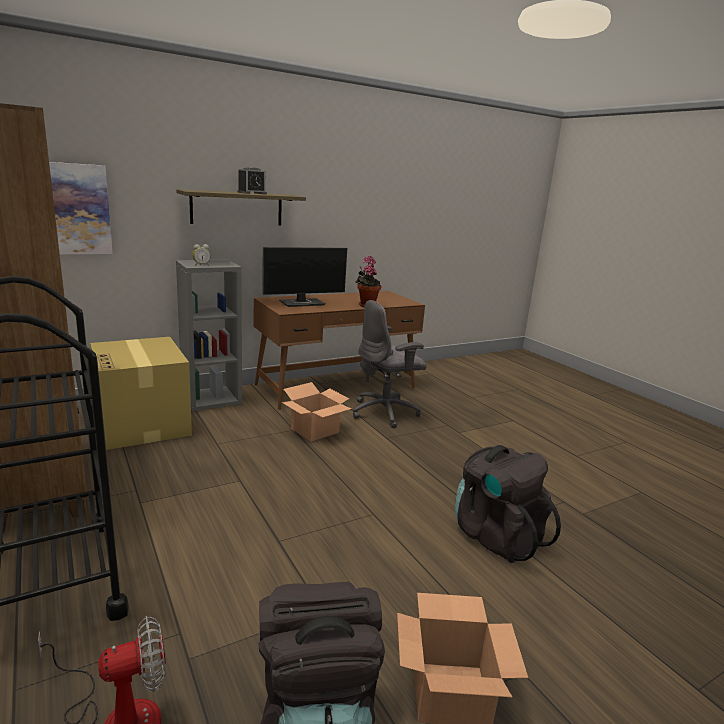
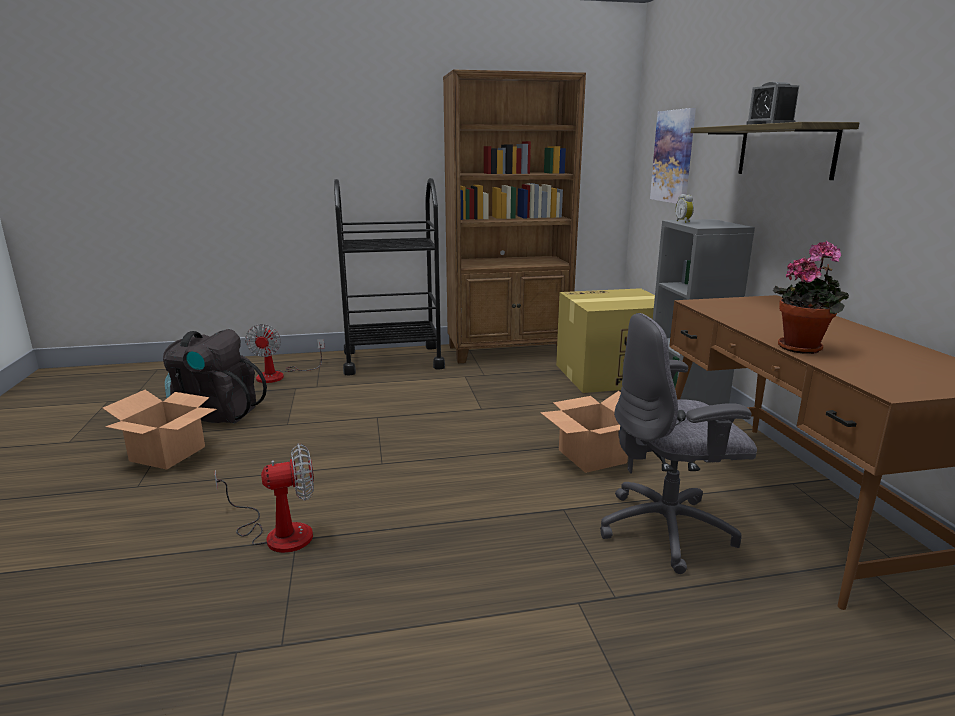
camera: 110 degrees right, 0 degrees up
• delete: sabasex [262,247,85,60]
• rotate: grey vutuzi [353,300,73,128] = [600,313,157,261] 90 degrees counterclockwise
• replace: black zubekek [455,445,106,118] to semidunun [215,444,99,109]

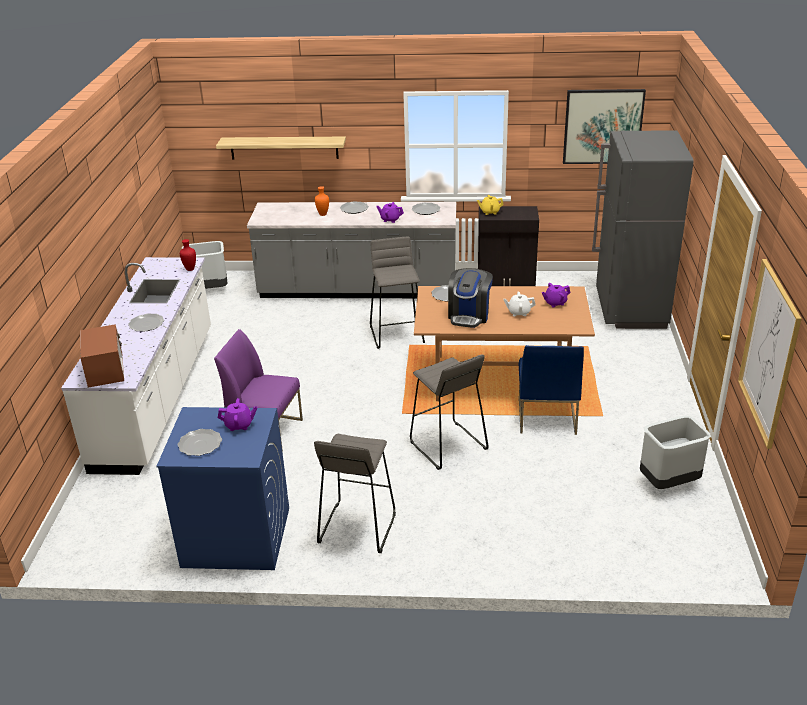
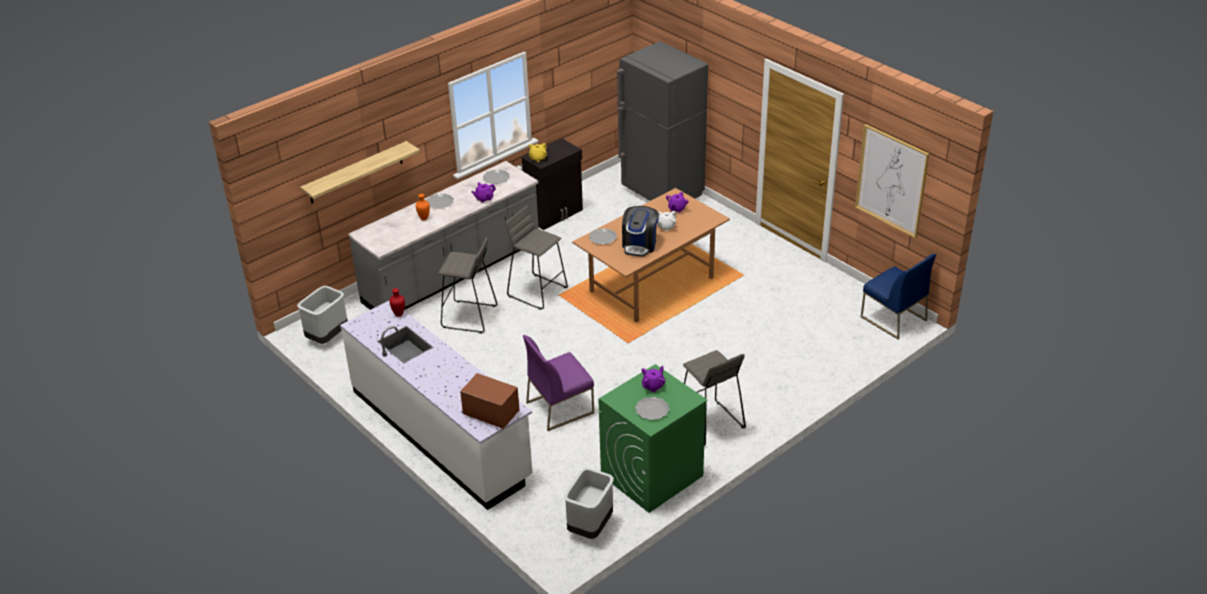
camera: 45 degrees left, 5 degrees up
• delete: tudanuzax [563,89,83,75]
• rotate: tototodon [448,268,45,60] = [622,206,37,51] 45 degrees clockwise
• delete: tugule [128,313,36,19]
• move: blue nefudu [519,345,65,90] to [861,254,75,86]
• move: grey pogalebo [410,354,79,116] to [438,237,59,97]
• recolor: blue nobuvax [156,407,133,163] to green nobuvax [598,364,110,149]
• move: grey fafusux [640,416,71,73] to [564,468,50,71]

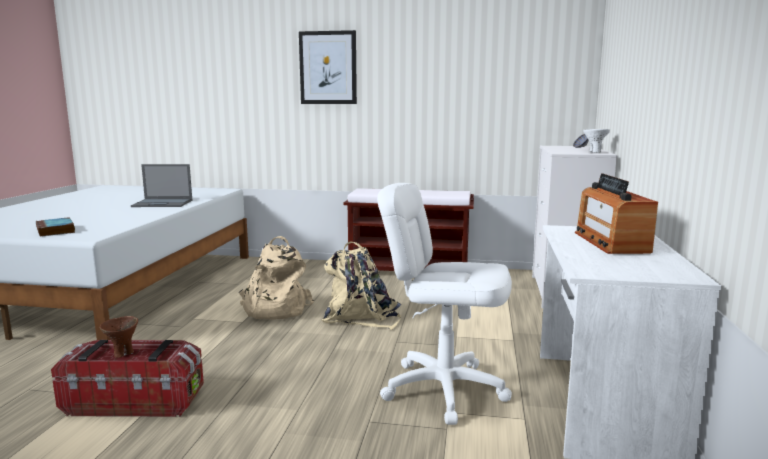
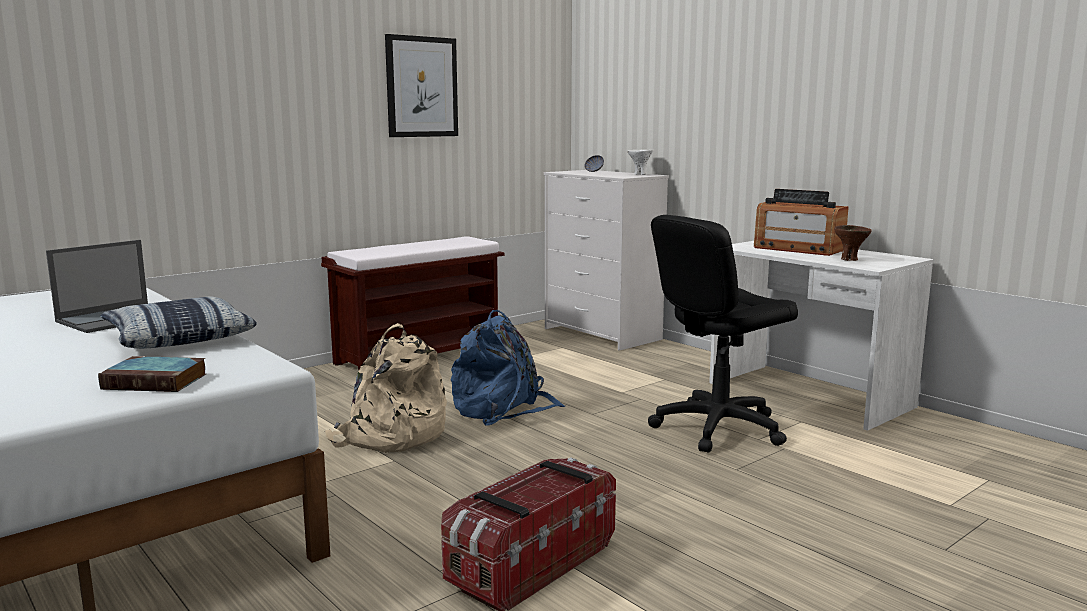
camera: 50 degrees left, 0 degrees up
• move: tudanuzax [299,30,58,74] to [385,34,73,103]
• recolor: white vutuzi [377,183,135,242] to black vutuzi [648,215,150,238]
• recolor: beige zubekek [322,241,79,89] to blue zubekek [451,310,114,116]
• move: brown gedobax [100,316,38,42] to [834,225,38,36]
• insert: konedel [100,297,157,52]

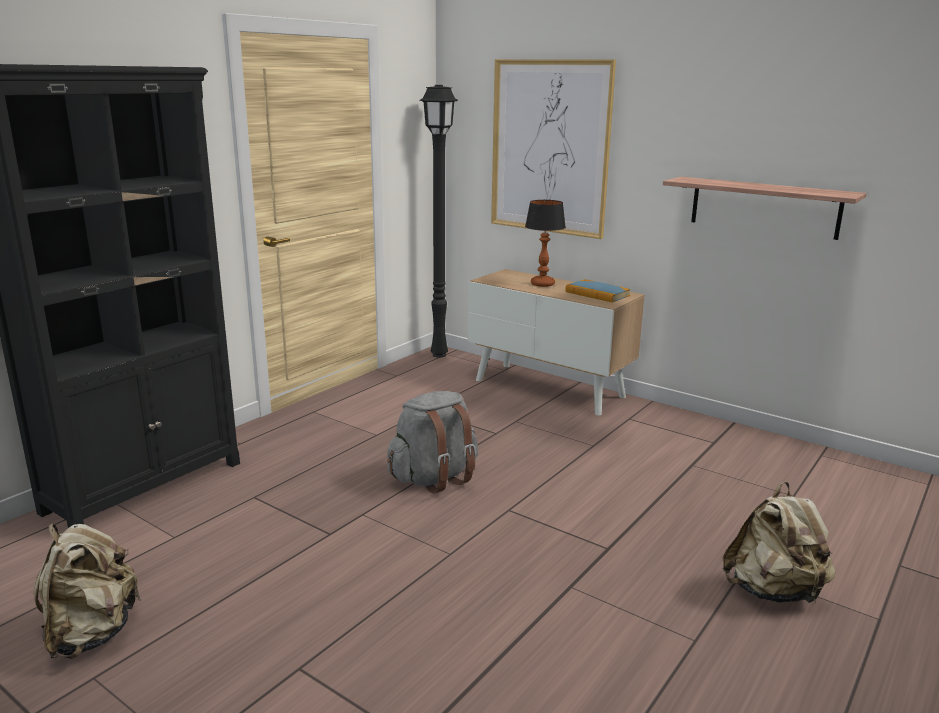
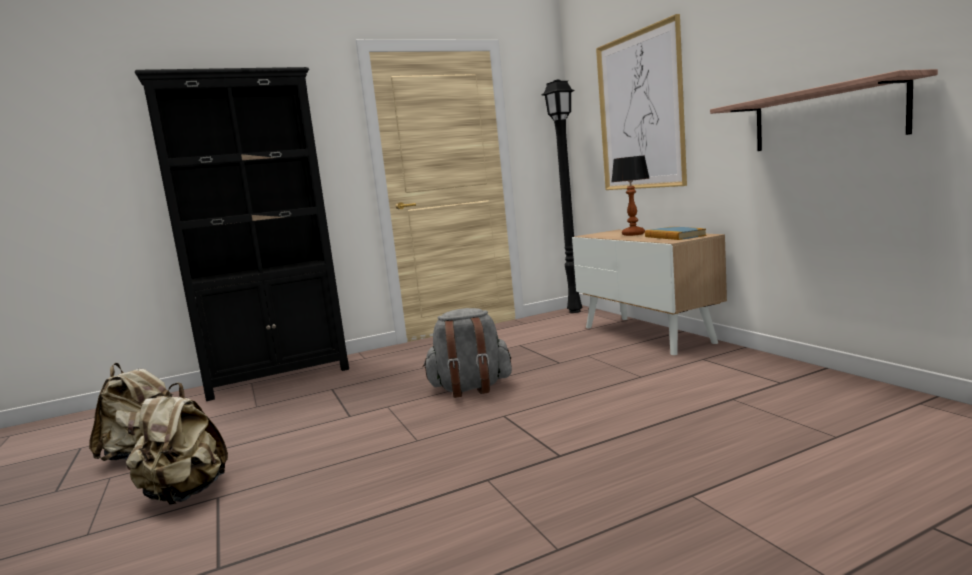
camera: 30 degrees right, 10 degrees down
• move: beige zubekek [723,482,112,121] to [126,382,102,123]

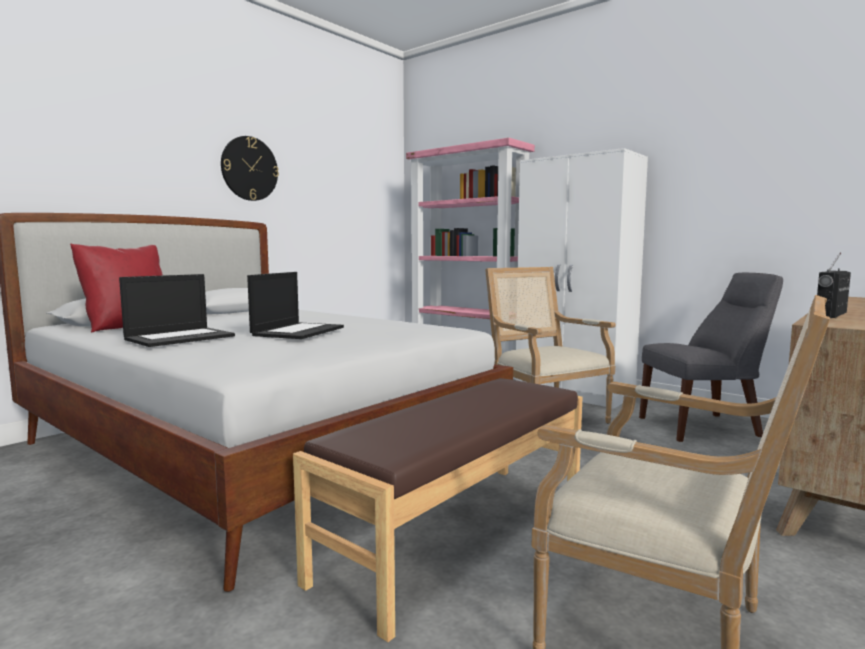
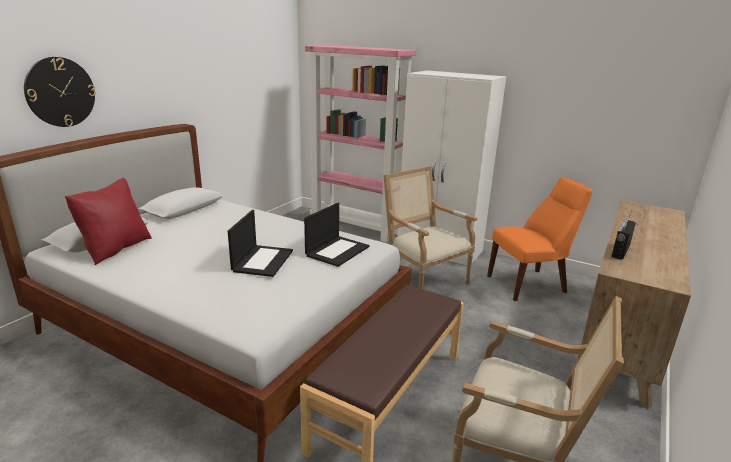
camera: 10 degrees left, 15 degrees up
• move: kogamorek [221,136,58,65] to [24,57,72,70]
• recolor: grey nefudu [639,273,144,169] to orange nefudu [487,177,106,124]
• move: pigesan [119,274,116,73] to [304,203,65,64]

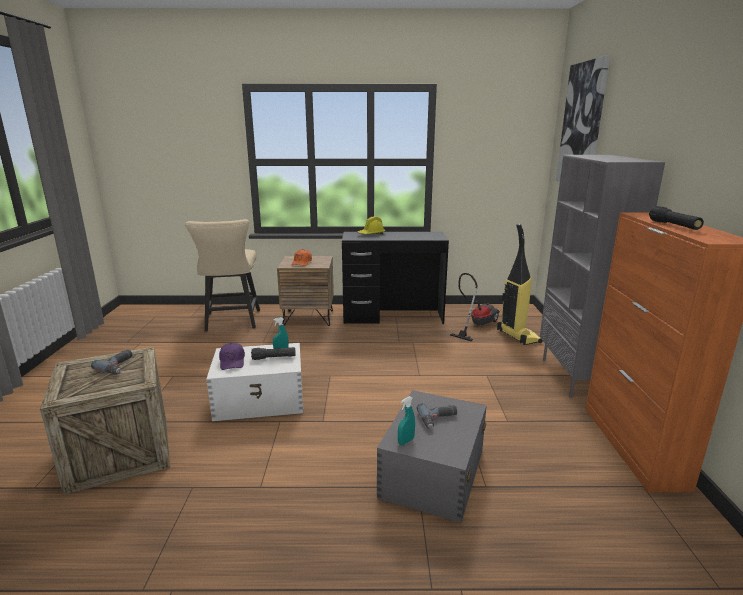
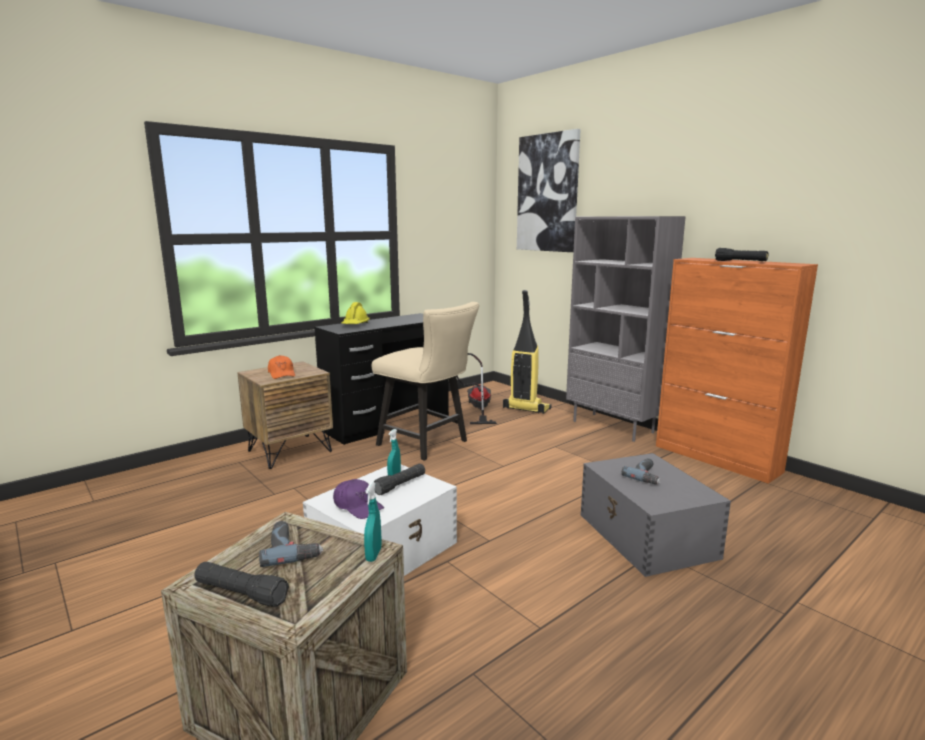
camera: 40 degrees left, 5 degrees down
• move: beige nefudu [185,219,75,113] to [372,302,107,159]
• move: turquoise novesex [398,396,17,49] to [364,482,18,80]
• insert: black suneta [194,562,95,45]

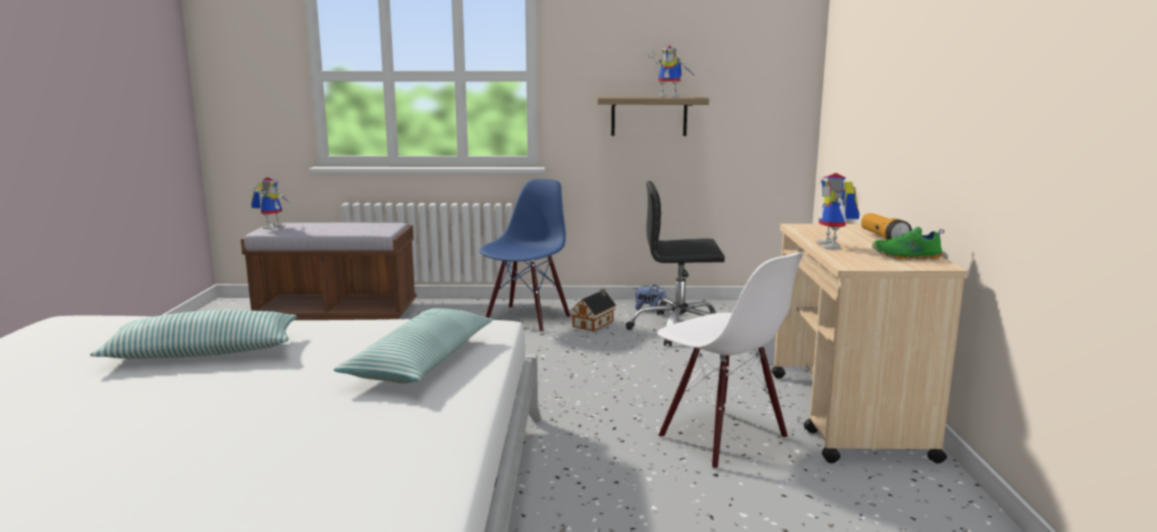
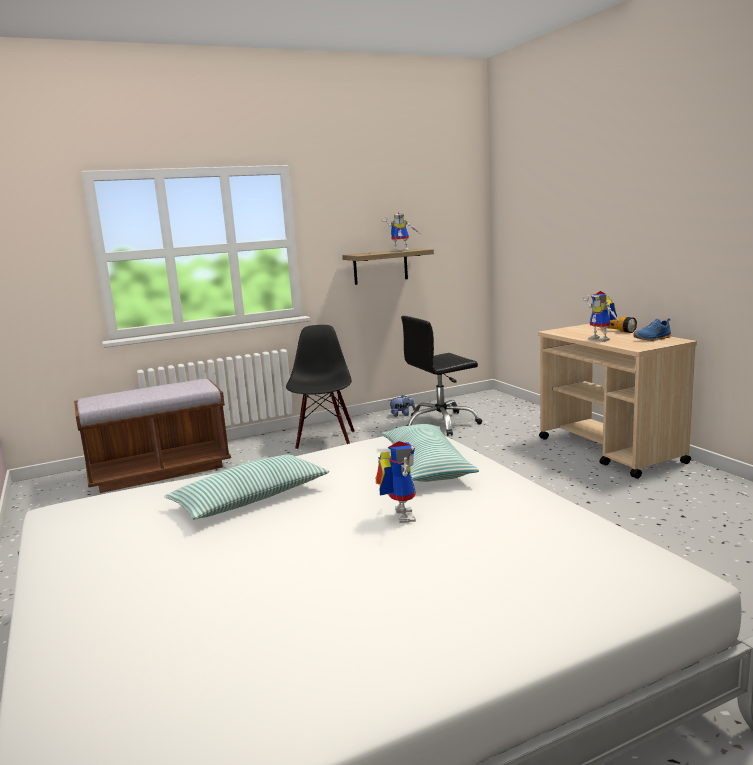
camera: 25 degrees left, 0 degrees up
• move: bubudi [251,177,38,53] to [376,441,40,82]
• recolor: blue nefudu [479,179,91,153] to black nefudu [286,325,69,125]
• recolor: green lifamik [872,227,72,33] to blue lifamik [633,318,38,23]
• delete: white nefudu [657,252,146,217]
• delete: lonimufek [570,288,46,43]

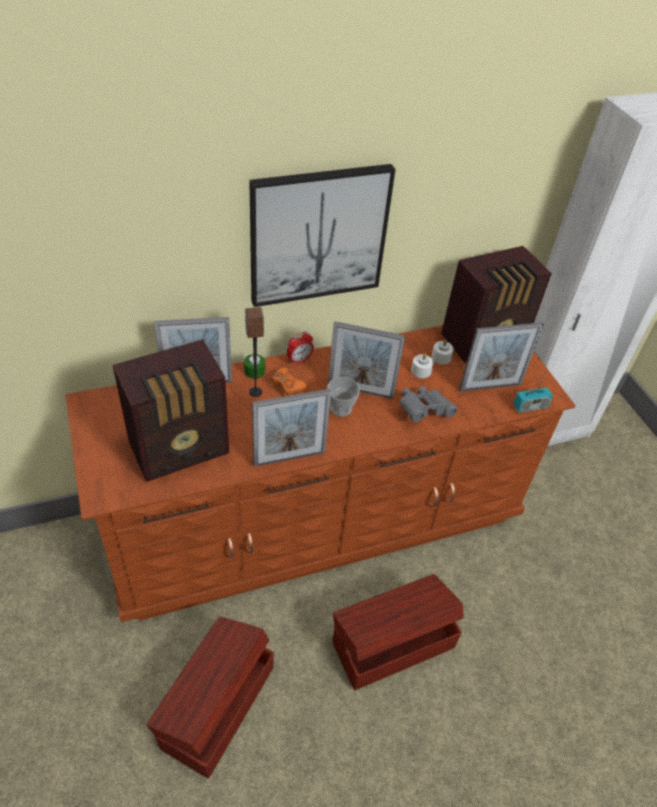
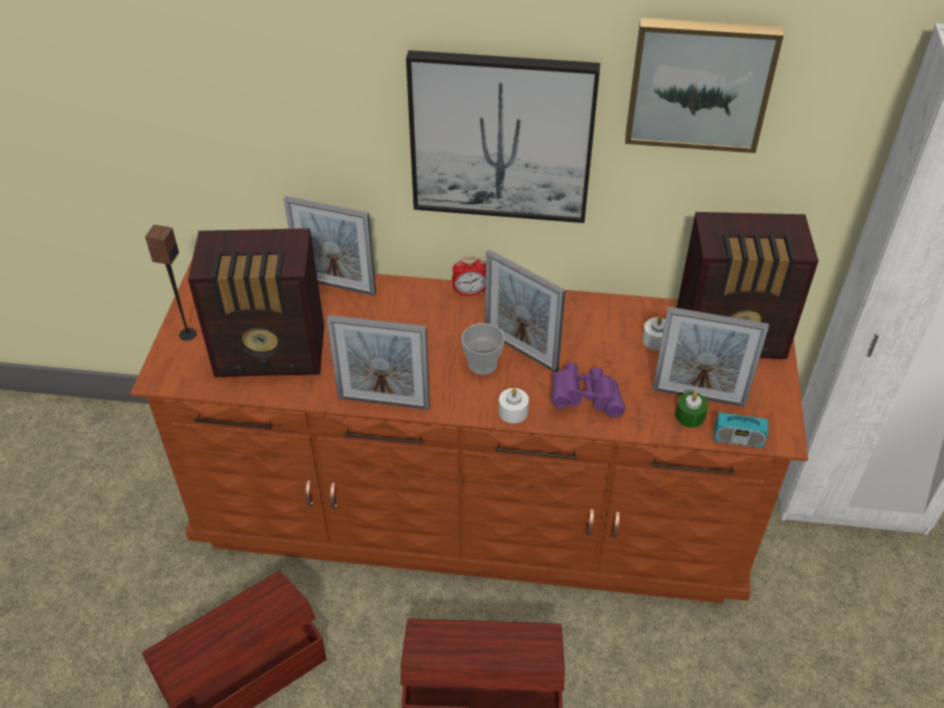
camera: 30 degrees right, 0 degrees up
• move: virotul [245,307,19,90] to [145,225,52,116]
• move: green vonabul [244,353,21,26] to [675,392,33,36]
• move: white vonabul [411,353,23,25] to [499,388,30,35]
• delete: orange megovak [271,367,37,30]
• recolor: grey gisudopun [399,386,58,36] to purple gisudopun [551,363,74,54]
• insert: tudanuzax [625,18,159,135]

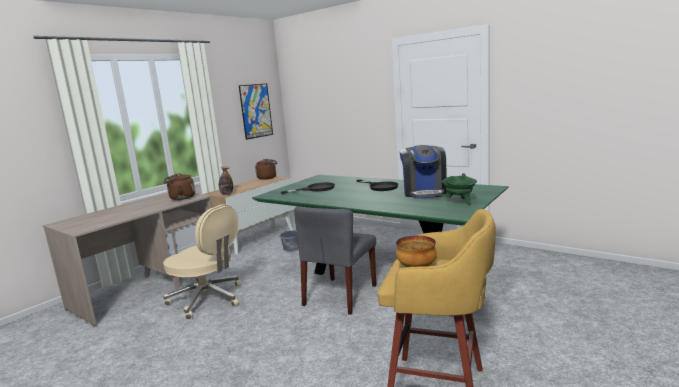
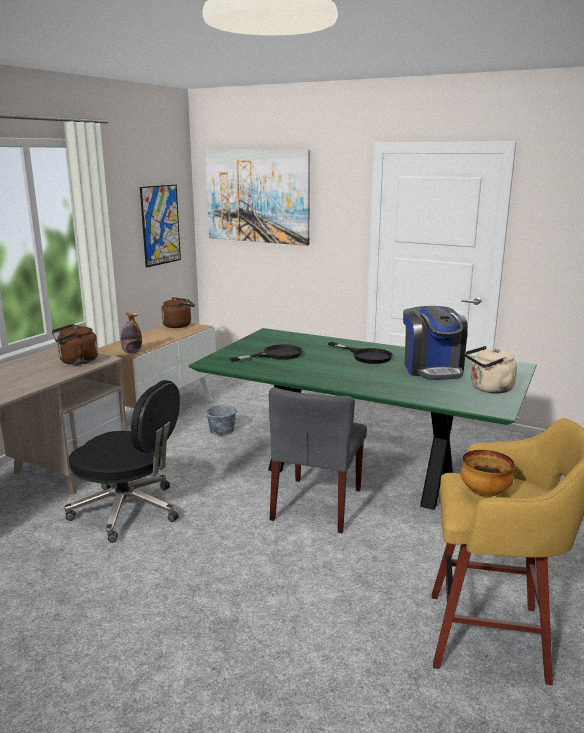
camera: 10 degrees left, 5 degrees up
• replace: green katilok [442,173,35,32] to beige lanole [465,346,52,47]
• recolor: beige vutuzi [163,204,78,116] to black vutuzi [64,380,116,163]
• insert: tudanuzax [205,150,105,96]

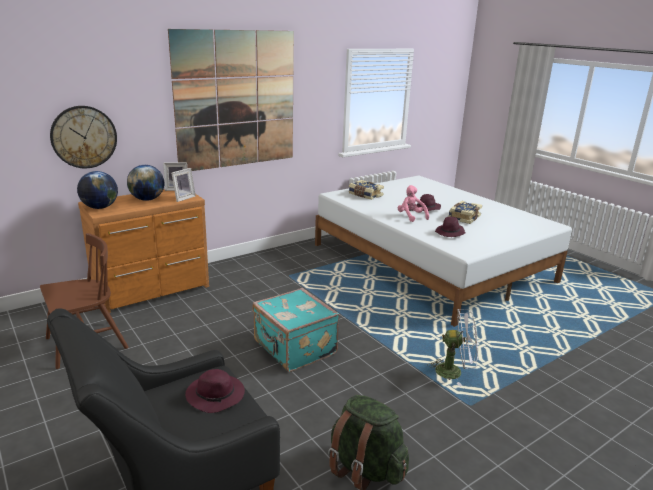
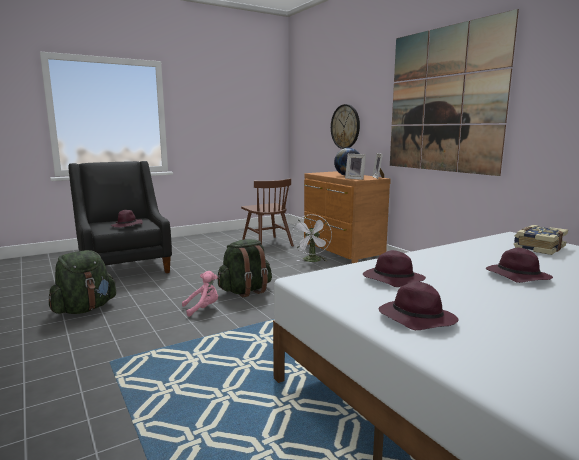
camera: 95 degrees right, 10 degrees down
• delete: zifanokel [77,171,41,38]
• move: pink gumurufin [398,185,31,37] to [182,271,36,46]
• delete: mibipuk [448,201,34,23]
• replace: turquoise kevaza [252,288,87,84] to green zubekek [217,239,55,58]
• move: white semidunun [427,309,51,77] to [292,214,40,48]
• insert: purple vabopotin [379,281,80,49]

